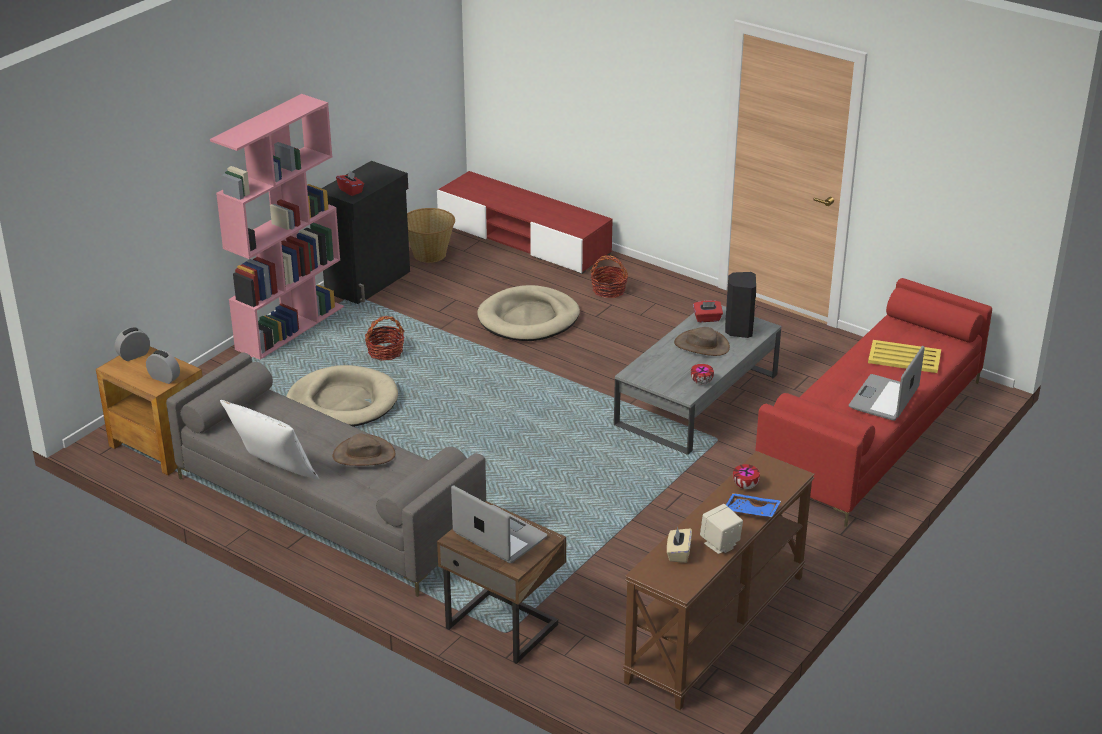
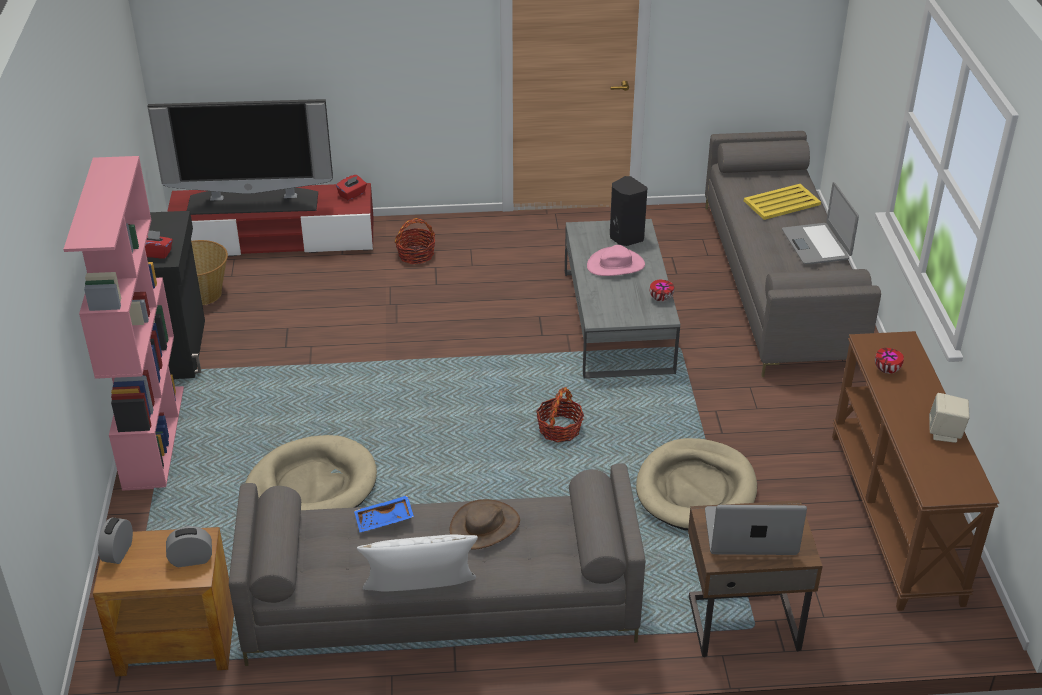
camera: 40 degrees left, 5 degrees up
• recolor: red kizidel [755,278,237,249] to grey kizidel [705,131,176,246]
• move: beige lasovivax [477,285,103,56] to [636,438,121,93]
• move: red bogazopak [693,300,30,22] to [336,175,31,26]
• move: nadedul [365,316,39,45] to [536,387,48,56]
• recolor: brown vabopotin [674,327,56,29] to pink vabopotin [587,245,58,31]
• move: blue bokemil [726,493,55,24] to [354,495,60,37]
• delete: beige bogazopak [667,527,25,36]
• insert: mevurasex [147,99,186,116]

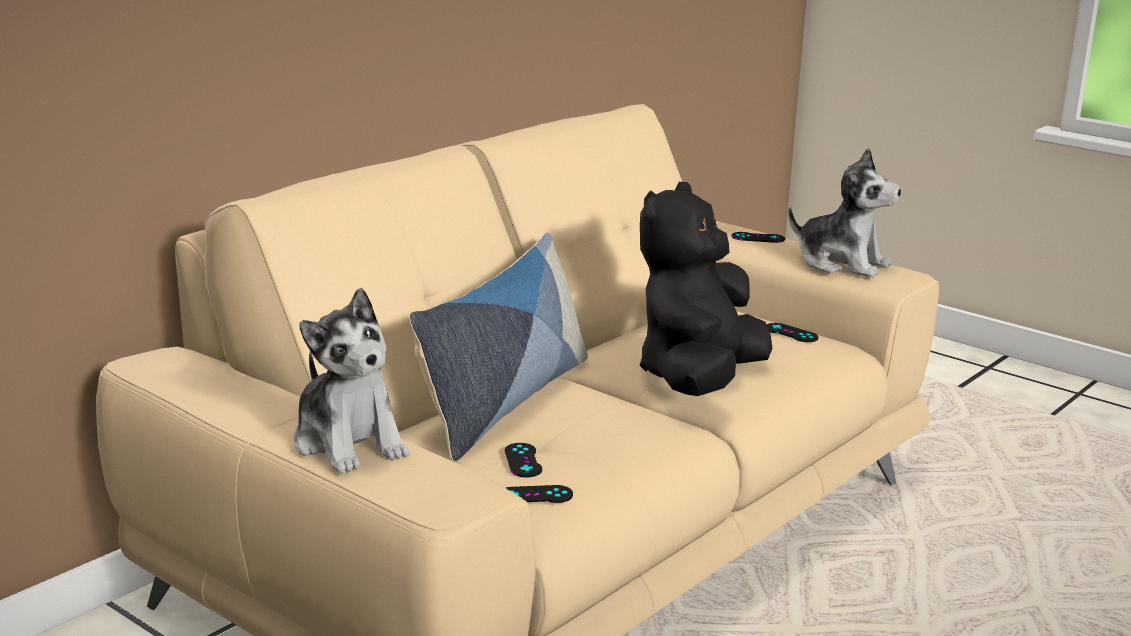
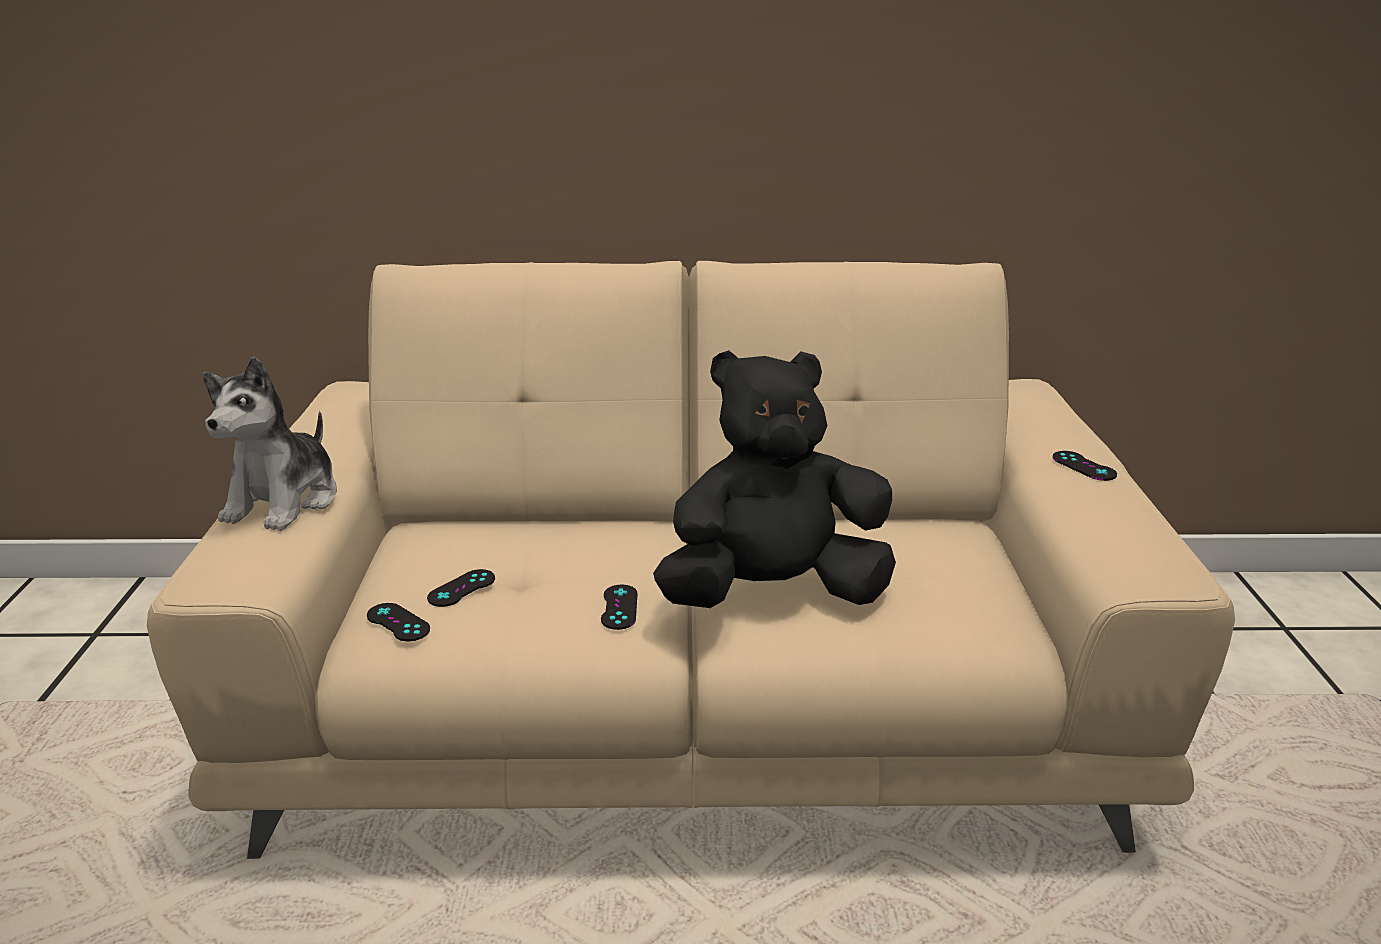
camera: 50 degrees right, 5 degrees up
• delete: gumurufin [788,148,114,130]
• delete: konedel [409,233,179,228]
• move: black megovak [767,323,52,19] to [601,584,37,46]

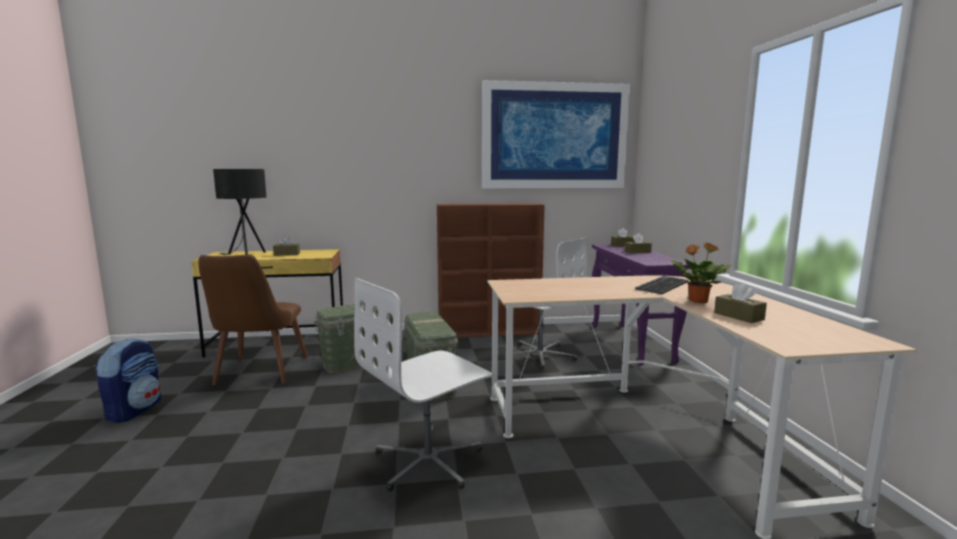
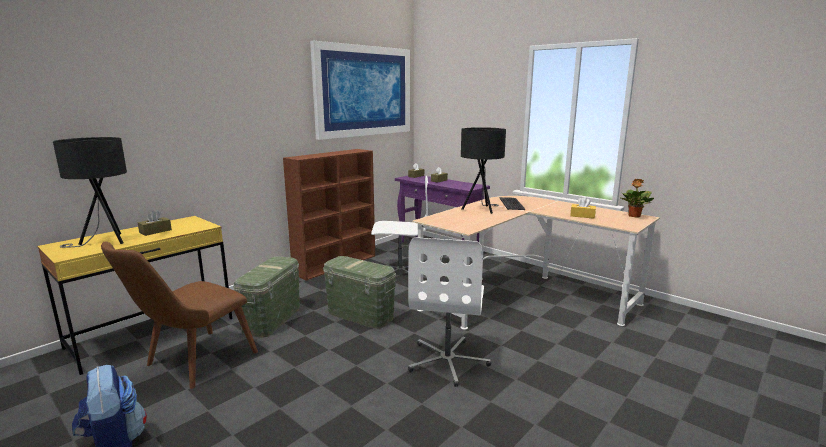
camera: 40 degrees left, 5 degrees up
• move: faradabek [671,242,61,61] to [620,179,34,39]
• rotate: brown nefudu [198,254,110,131] = [101,241,157,148] 75 degrees clockwise
• recolor: brown bogazopak [714,283,53,40] to yellow bogazopak [570,197,26,22]
• insert: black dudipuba [461,127,45,87]

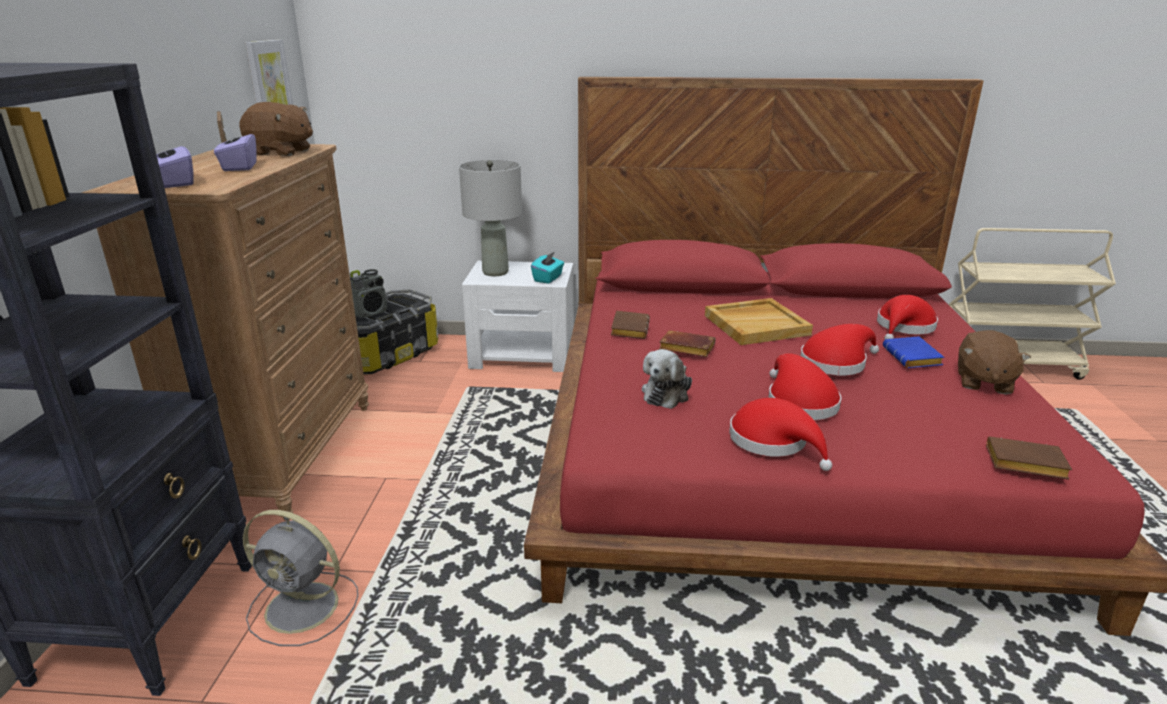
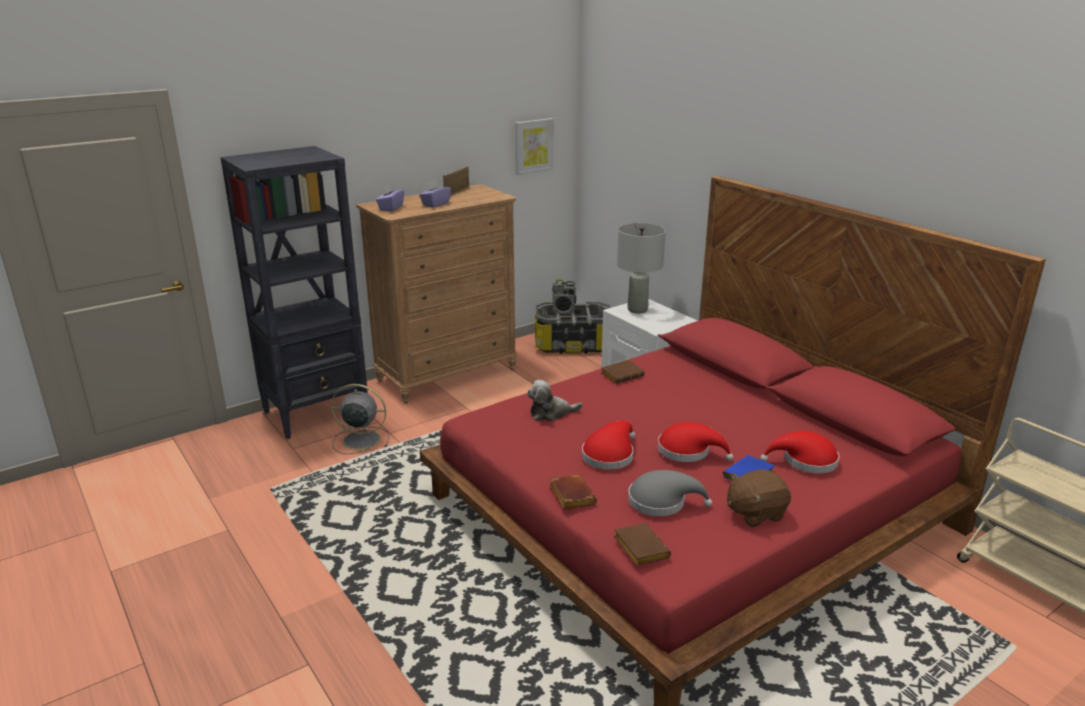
camera: 50 degrees right, 0 degrees up
• delete: brown gumurufin [240,102,73,54]
• delete: turquoise bogazopak [531,251,33,32]
• delete: beige bokemil [705,298,108,47]
• move: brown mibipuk [659,330,57,27] to [549,474,48,36]
• delete: red vabopotin [729,398,103,73]
• rotate: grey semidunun [243,510,115,136] = [331,384,58,70] 120 degrees clockwise
• insert: grey vabopotin [628,470,85,46]

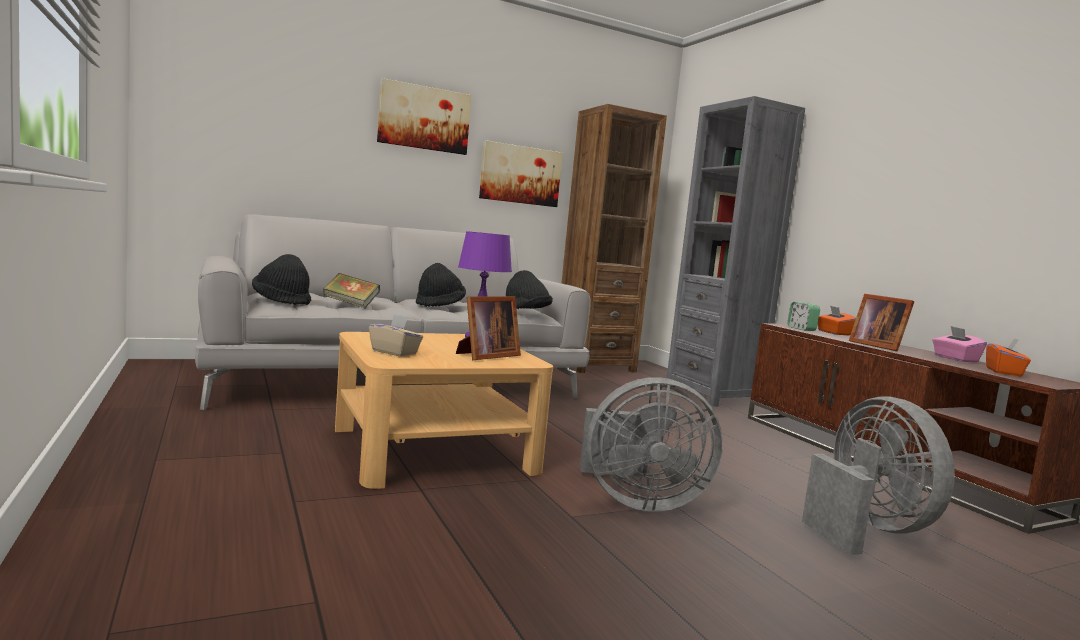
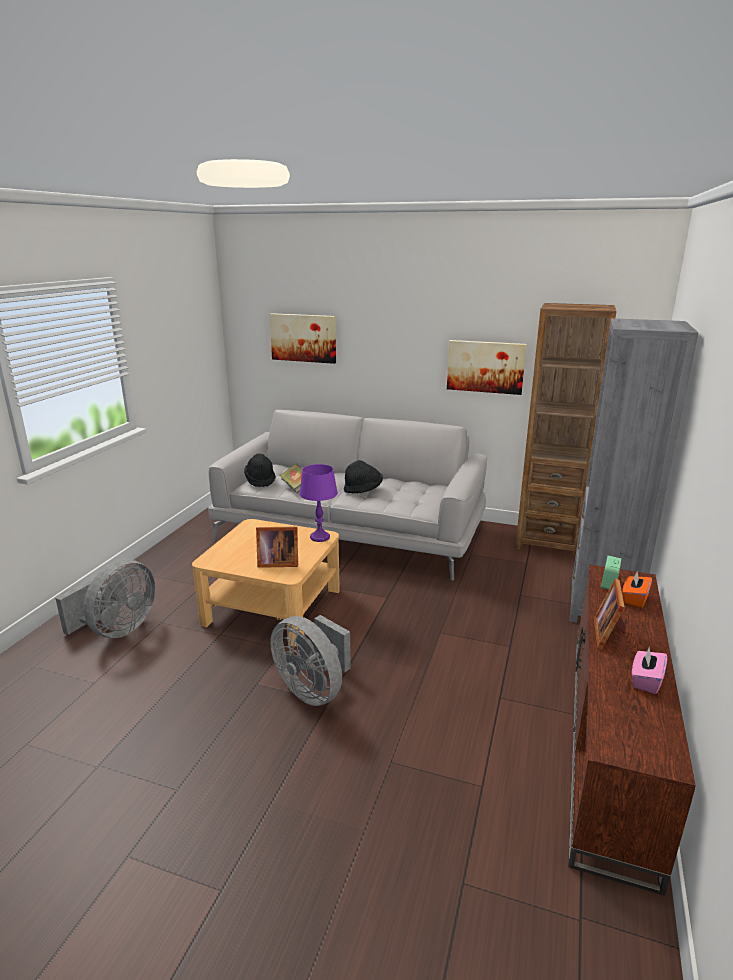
camera: 45 degrees right, 15 degrees up
• move: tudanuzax [377,78,94,77] to [269,313,67,51]
• delete: black vabopotin [506,270,47,39]
• delete: beige bogazopak [369,314,54,43]
• delete: orange bogazopak [986,338,45,38]
• move: grey semidunun [802,397,153,158] to [55,560,101,78]

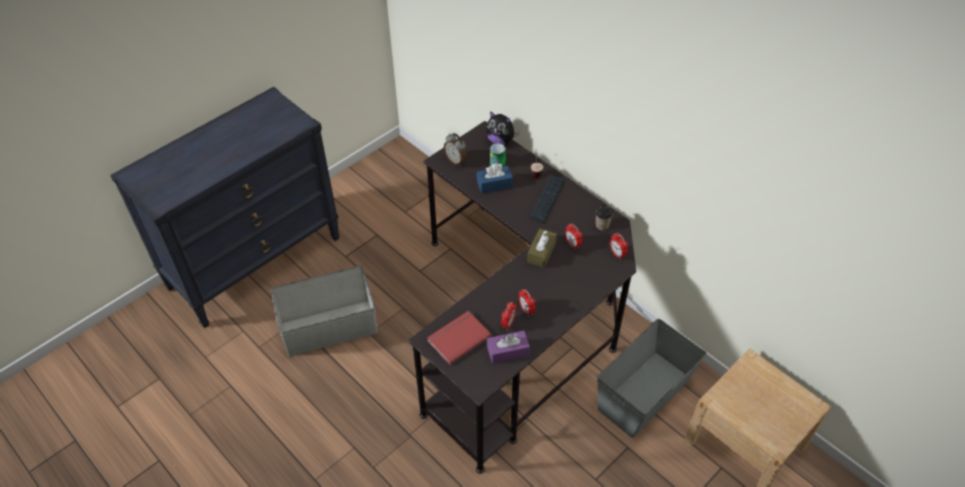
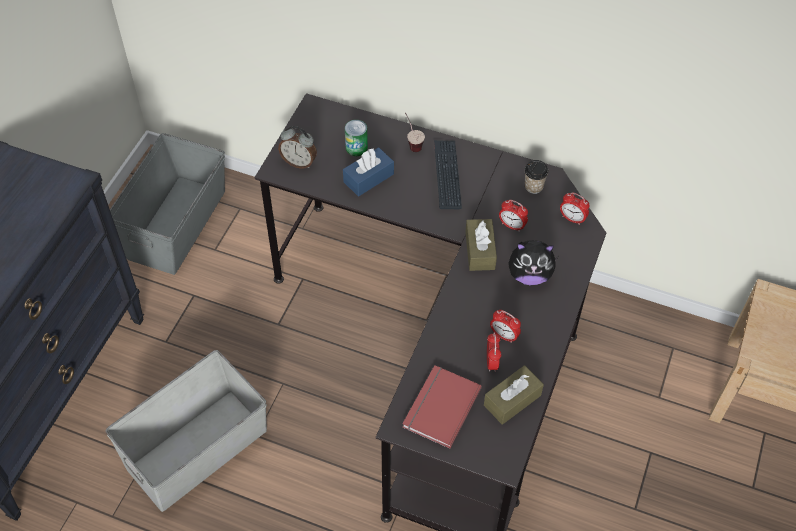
camera: 25 degrees left, 5 degrees up
• move: gumurufin [486,111,33,34] to [508,240,50,45]
• move: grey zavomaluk [597,319,109,119] to [110,133,115,142]
• recolor: purple bogazopak [487,331,43,33] to brown bogazopak [484,365,60,60]

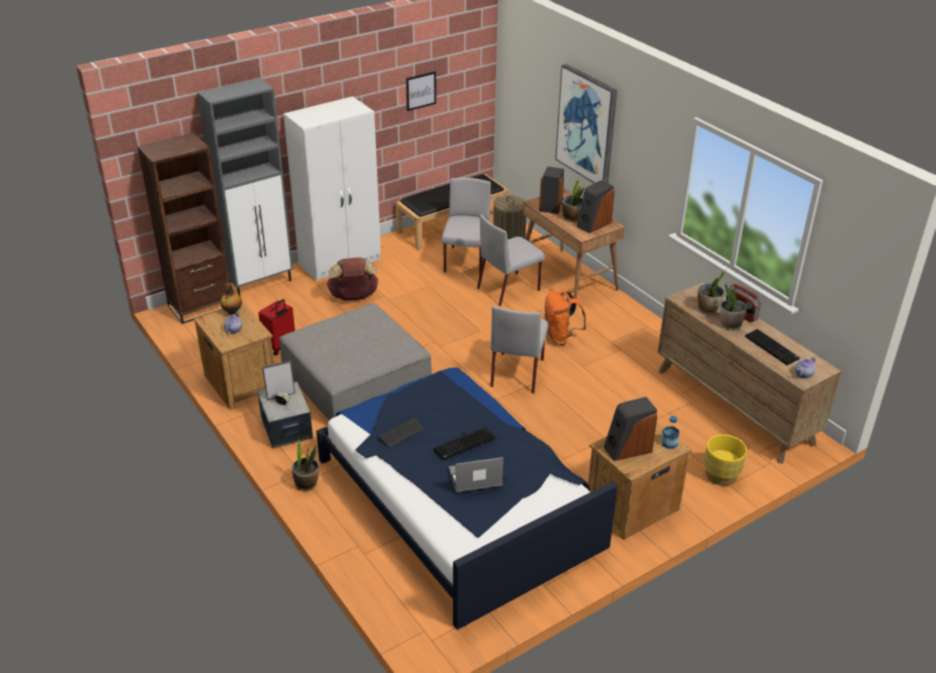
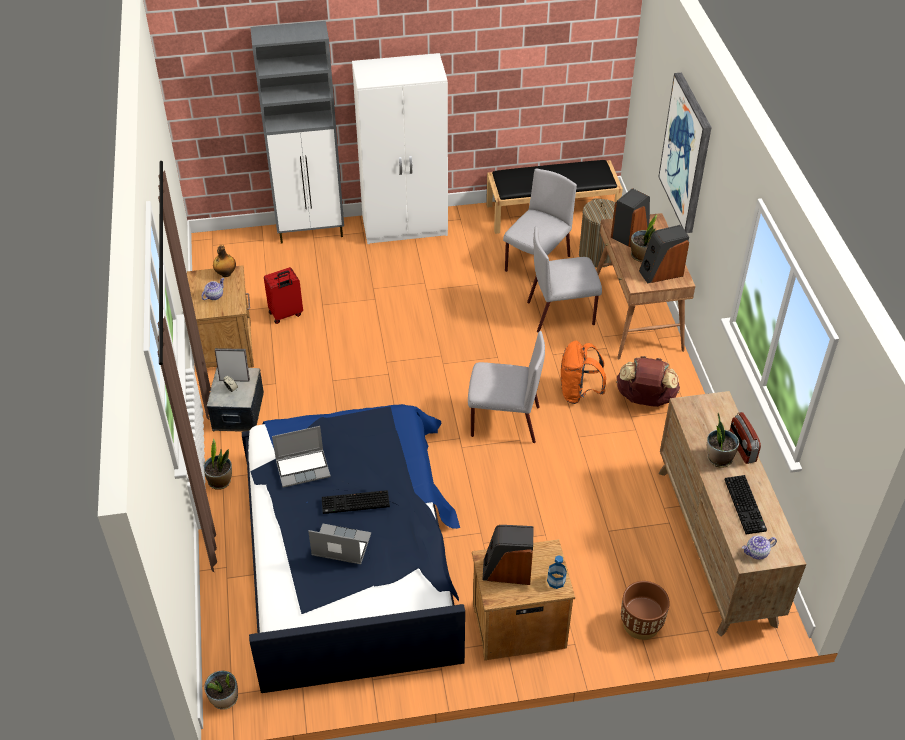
camera: 25 degrees right, 10 degrees up
• delete: tudanuzax [406,71,30,40]
• delete: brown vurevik [138,133,92,191]
• move: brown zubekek [327,257,52,44] to [616,356,64,51]
• move: faradabek [698,270,28,43] to [204,671,34,39]
• delete: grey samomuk [279,303,153,117]
• rotate: grey nefudu [491,306,57,87] = [468,331,77,112] 120 degrees counterclockwise
• replace: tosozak [378,418,46,30] to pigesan [272,426,59,62]
• recolor: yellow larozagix [704,434,43,52] to brown larozagix [621,581,49,59]

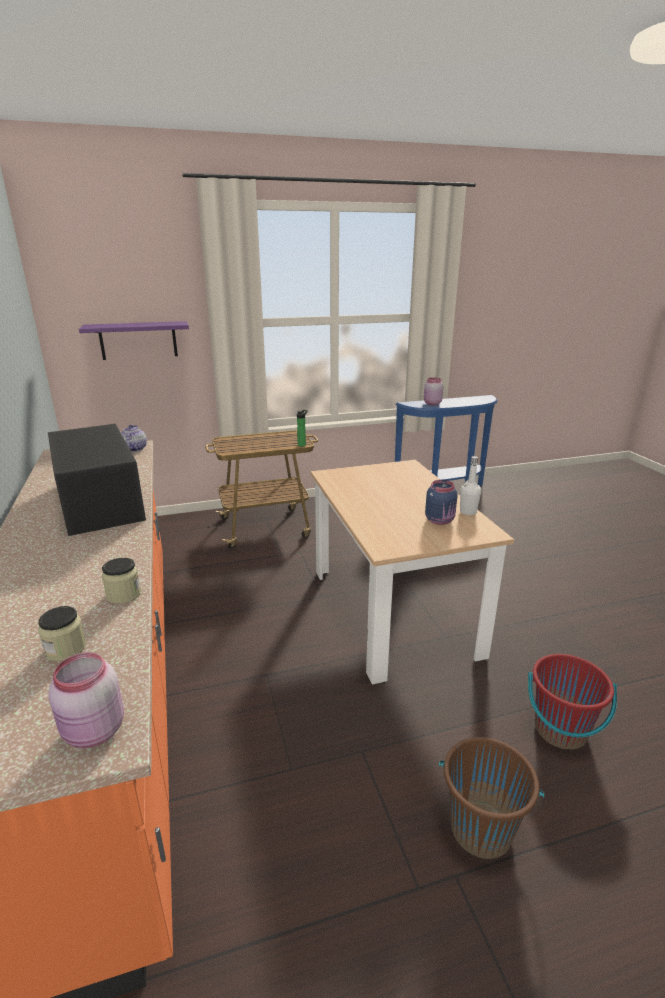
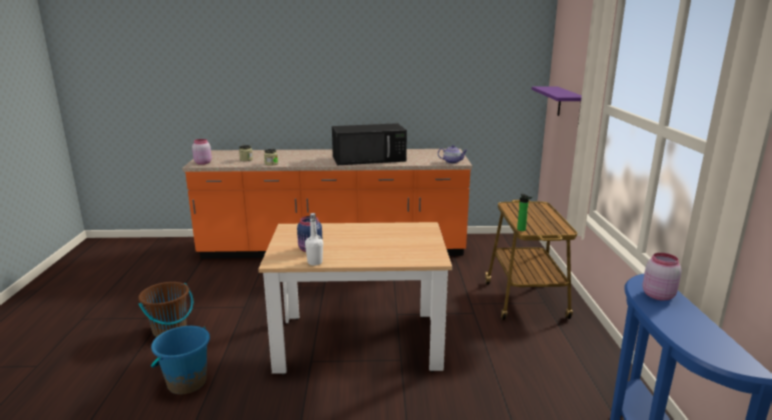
camera: 105 degrees right, 5 degrees down
• recolor: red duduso [528,654,89,96] to blue duduso [151,326,59,68]

